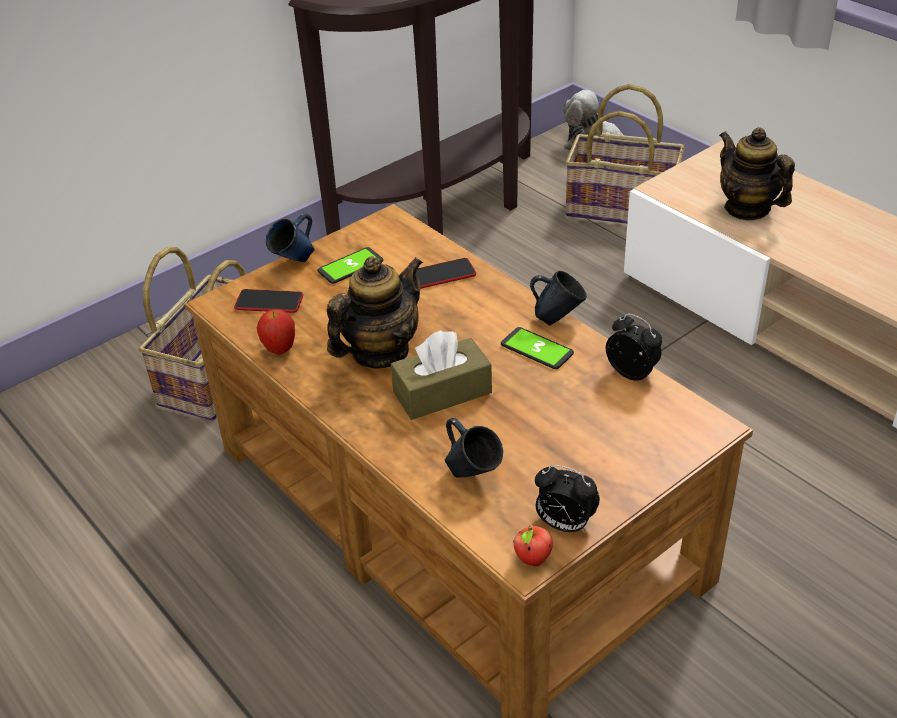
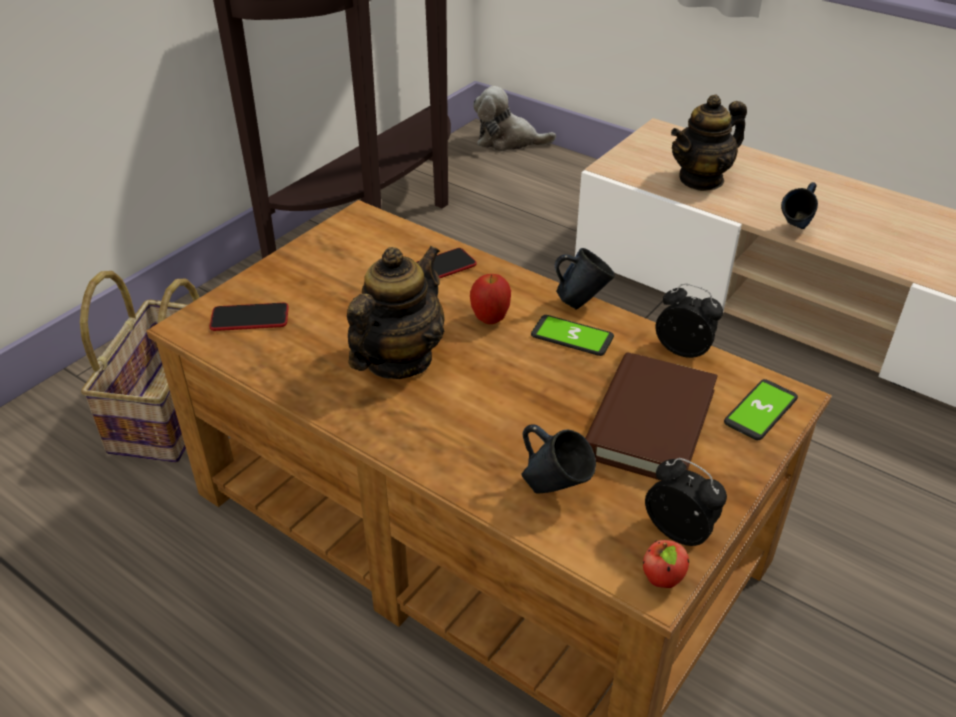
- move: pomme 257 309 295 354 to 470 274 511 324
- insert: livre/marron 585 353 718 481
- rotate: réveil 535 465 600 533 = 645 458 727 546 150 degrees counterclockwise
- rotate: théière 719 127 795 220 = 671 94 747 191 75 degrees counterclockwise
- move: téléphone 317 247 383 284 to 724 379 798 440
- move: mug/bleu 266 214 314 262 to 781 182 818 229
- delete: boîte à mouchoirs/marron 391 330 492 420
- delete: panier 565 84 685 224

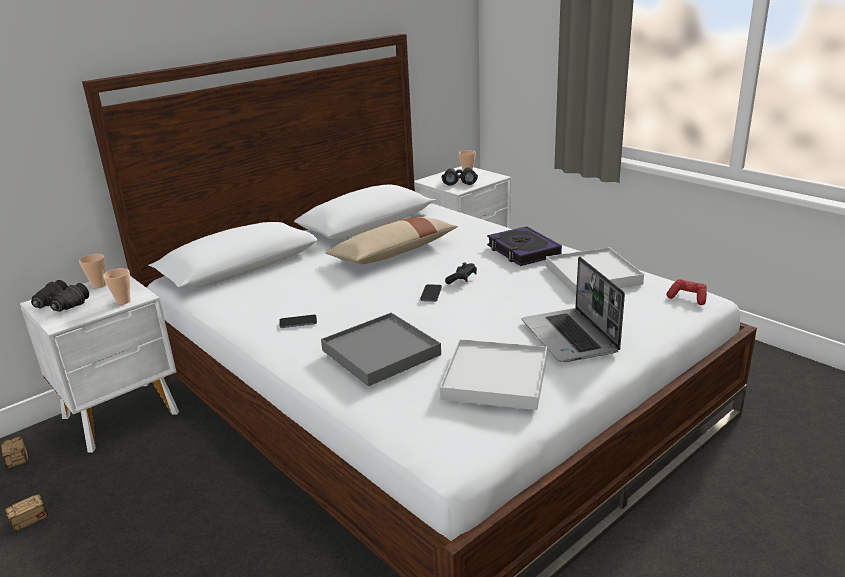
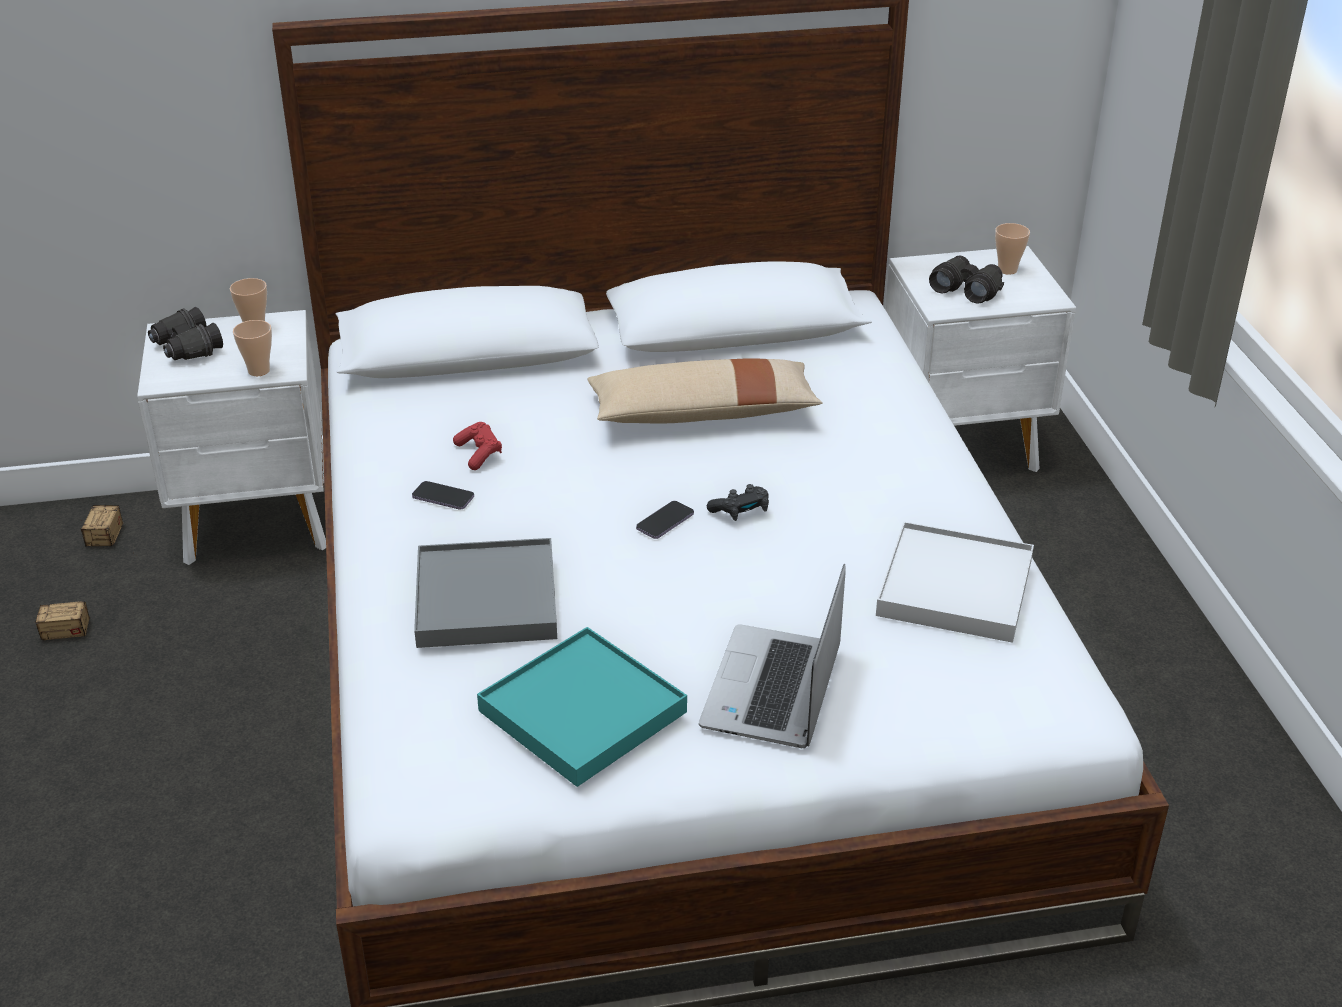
- move: manette/rouge 667 279 707 305 to 453 422 502 470
- recolor: plateau/blanc 440 339 547 410 to plateau/turquoise 477 627 687 787
- delete: livre 487 226 562 266

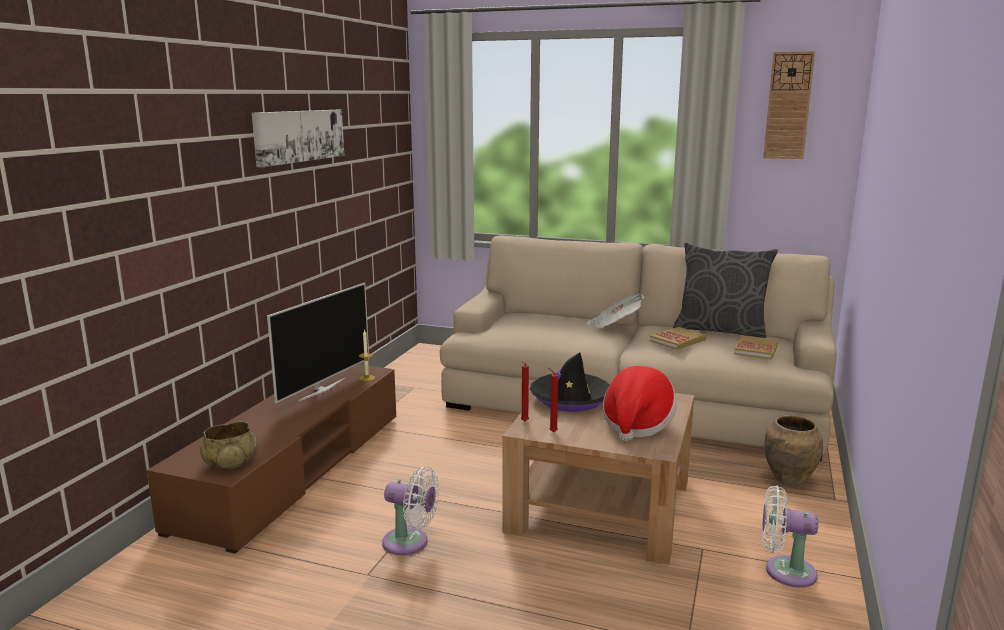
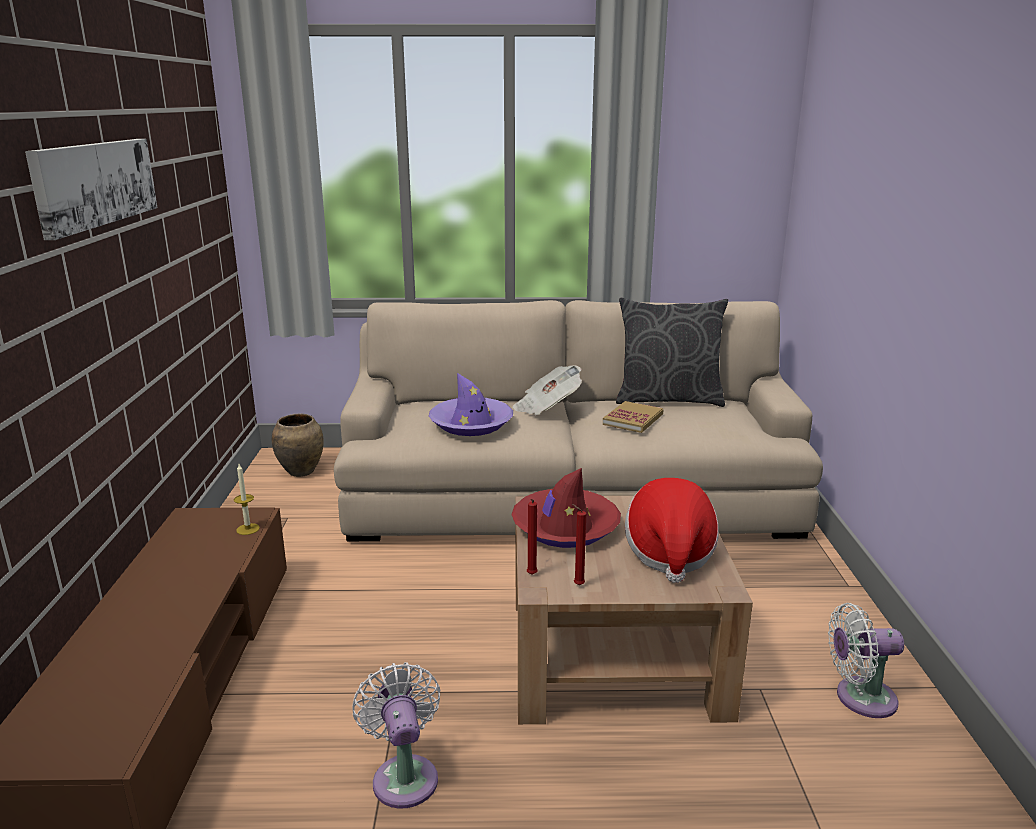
- move: vase/marron 764 415 823 486 to 272 414 324 477
- rotate: ventilateur/blanc 382 466 440 555 = 353 662 441 809 105 degrees counterclockwise
- insert: chapeau/violet 429 373 513 436
- recolor: chapeau/noir 530 353 610 412 to chapeau/rouge 511 468 621 548
- delete: bol/beige 200 422 258 469
- delete: téléviseur 267 283 369 403
- delete: livre 734 335 778 360
- delete: horloge murale 763 51 815 159

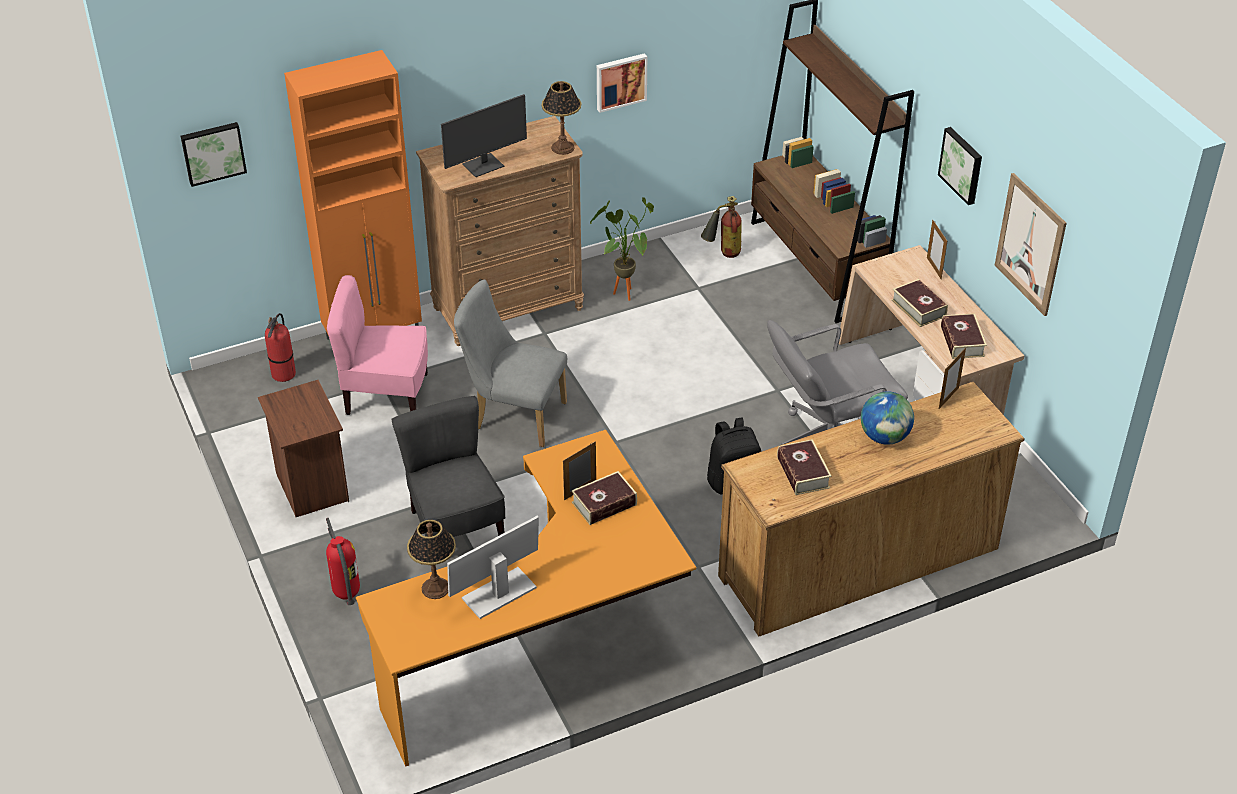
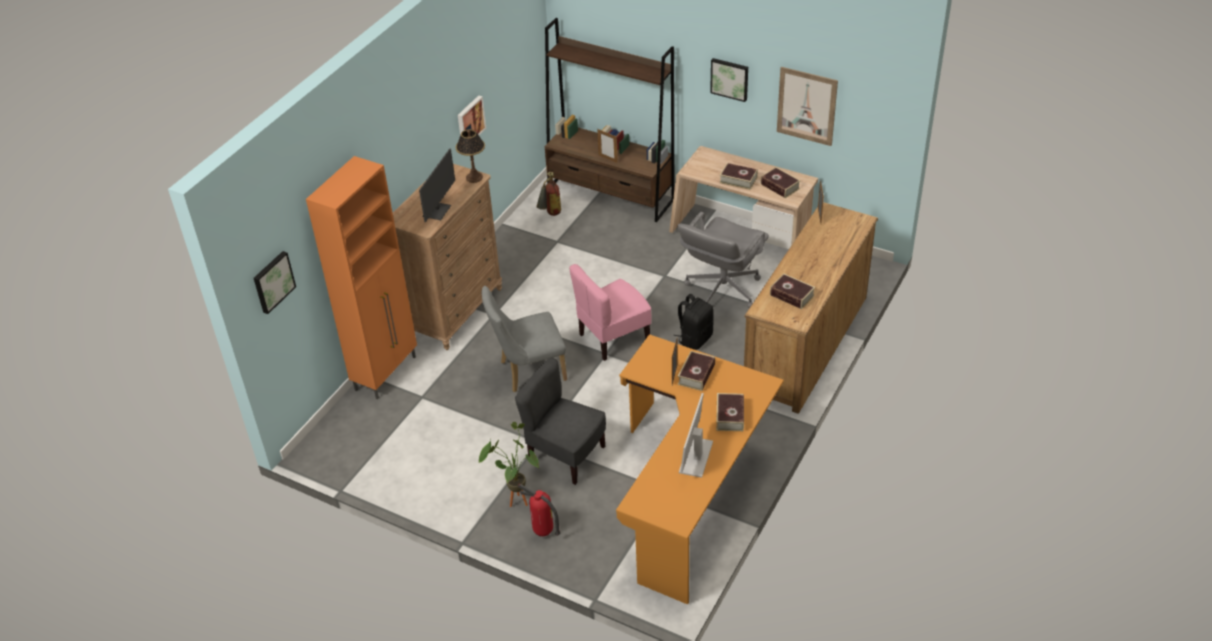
- move: plante en pot 590 197 654 301 to 479 422 539 507
- move: chaise/rose 327 275 428 415 to 569 264 652 361
- move: cadre photo 927 220 947 279 to 597 129 618 163
- insert: livre 716 393 744 431
- delete: table de chevet/marron 258 380 349 517
- delete: extincteur 265 313 296 382
- delete: lampe de table 407 520 456 599
- delete: globe 861 391 914 445

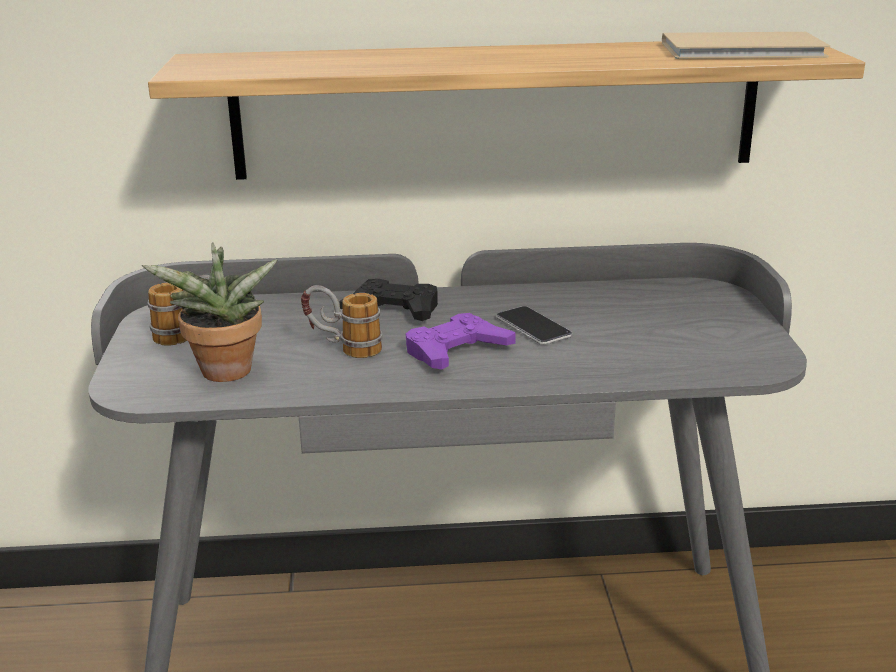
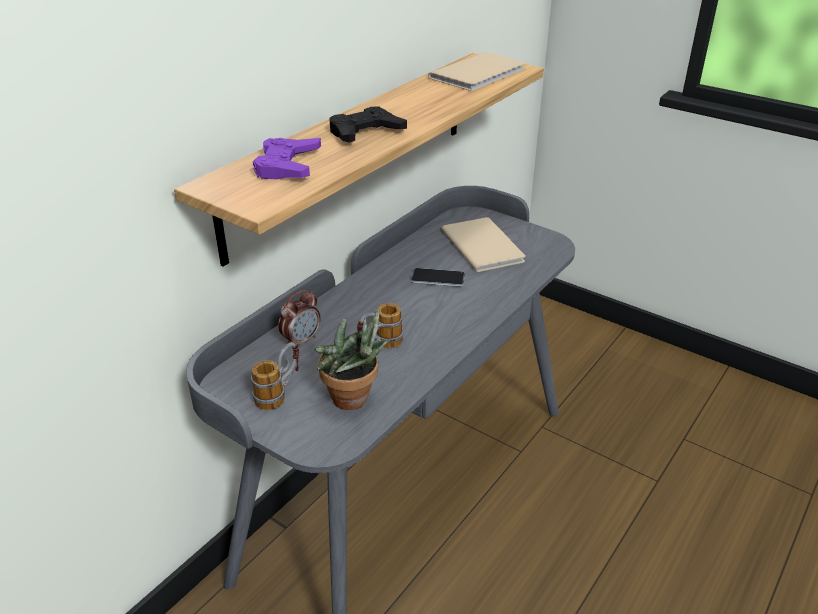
- move: manette/violet 406 313 516 369 to 253 138 321 179
- insert: réveil 278 290 321 344
- move: manette/noir 340 279 438 321 to 329 106 407 143
- insert: livre/beige 442 217 526 272

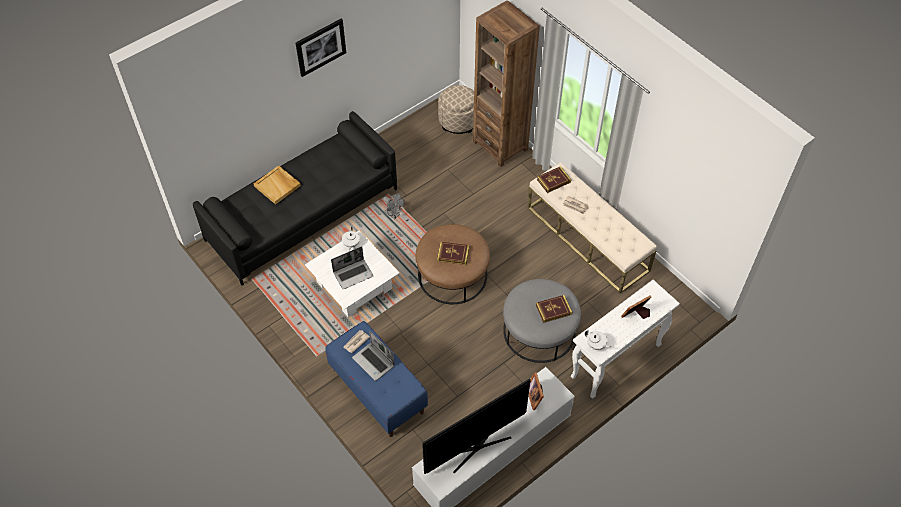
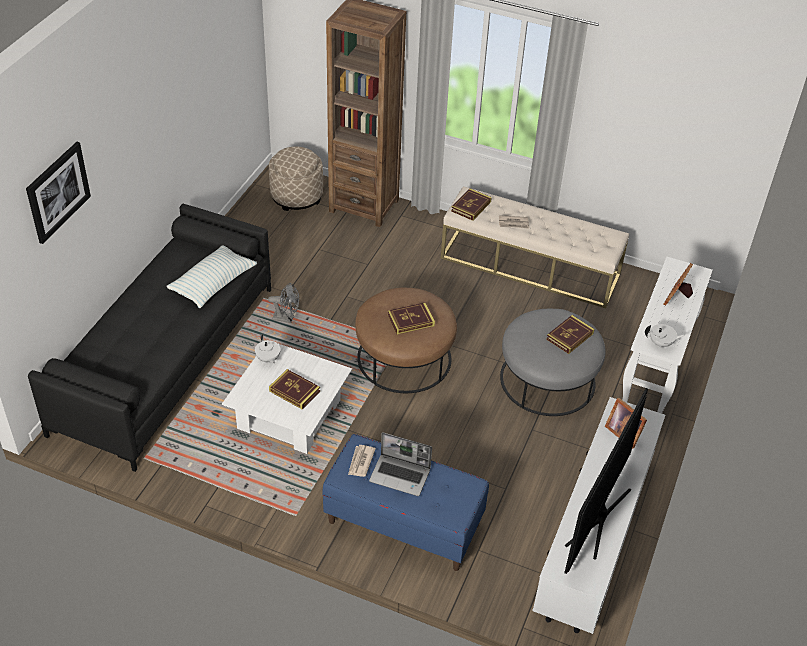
- move: tableau 296 19 346 77 to 26 142 91 244
- insert: coussin 166 246 257 308
- replace: ordinateur portable 331 246 373 289 to livre 269 369 320 410
- delete: plateau/beige 254 165 301 205

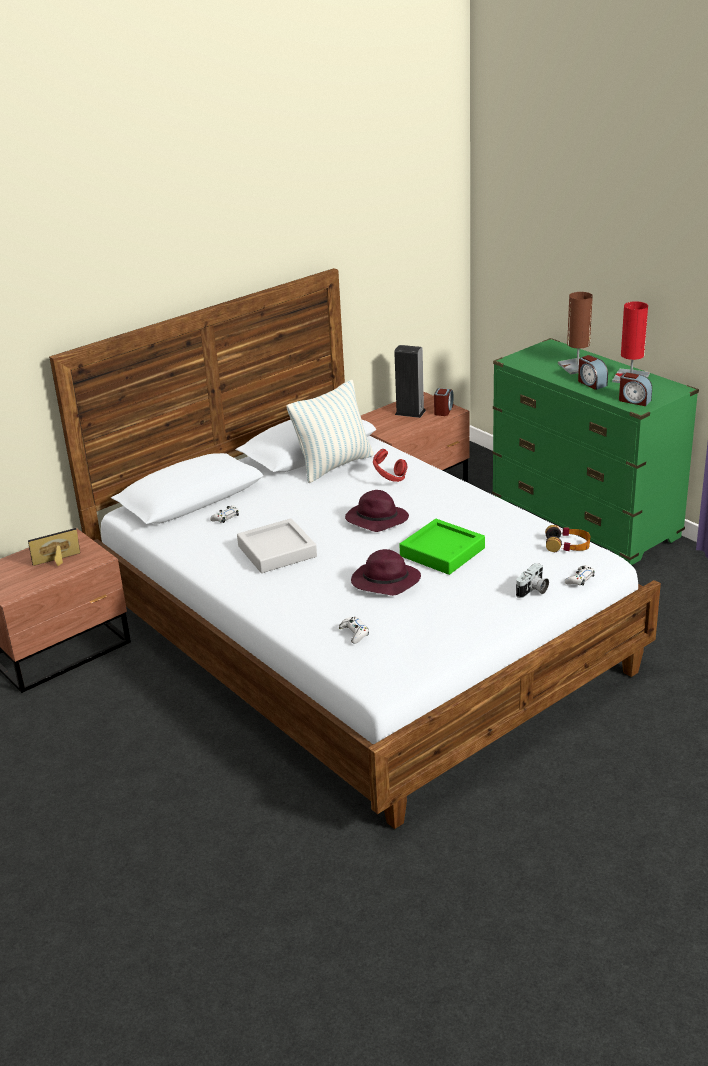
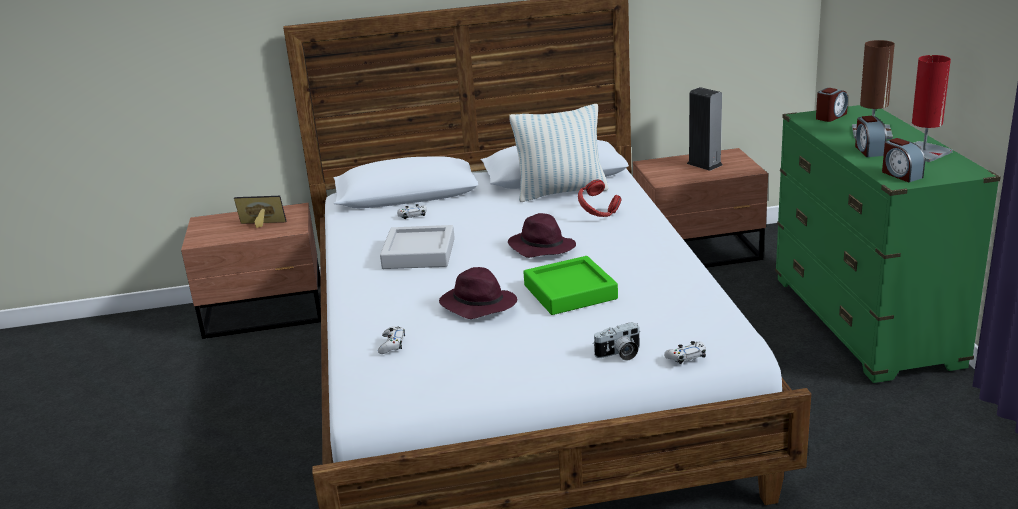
- move: réveil 434 388 454 416 to 816 88 848 122
- delete: casque audio 545 525 590 552

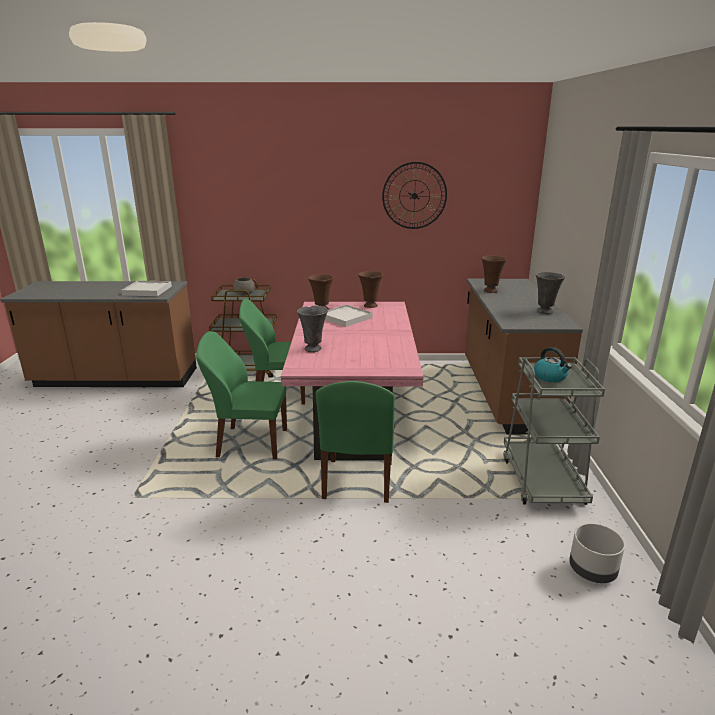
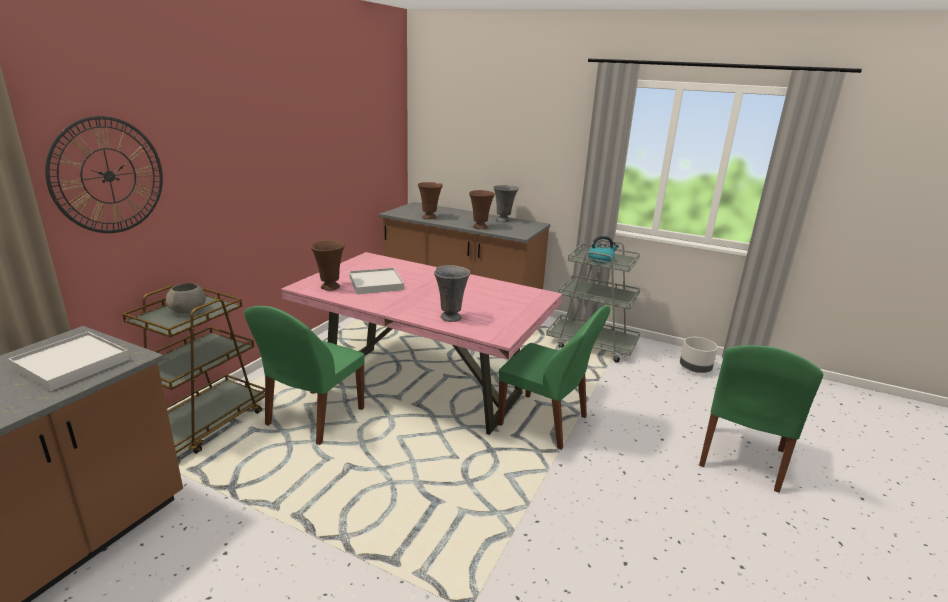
- move: horloge murale 382 162 447 229 to 45 116 163 233
- move: vase/marron 358 271 383 308 to 469 190 495 229
- move: chaise/vert 196 331 287 460 to 699 345 823 493

